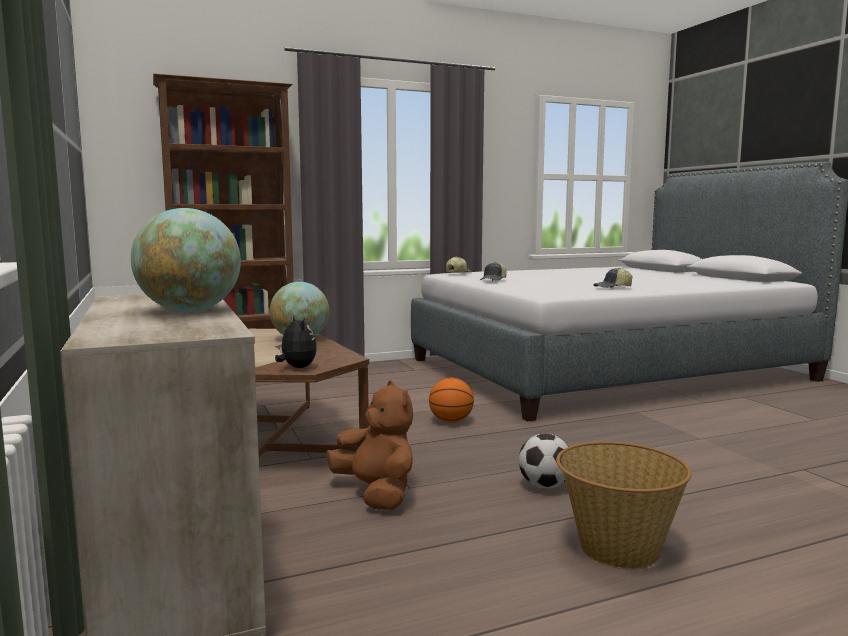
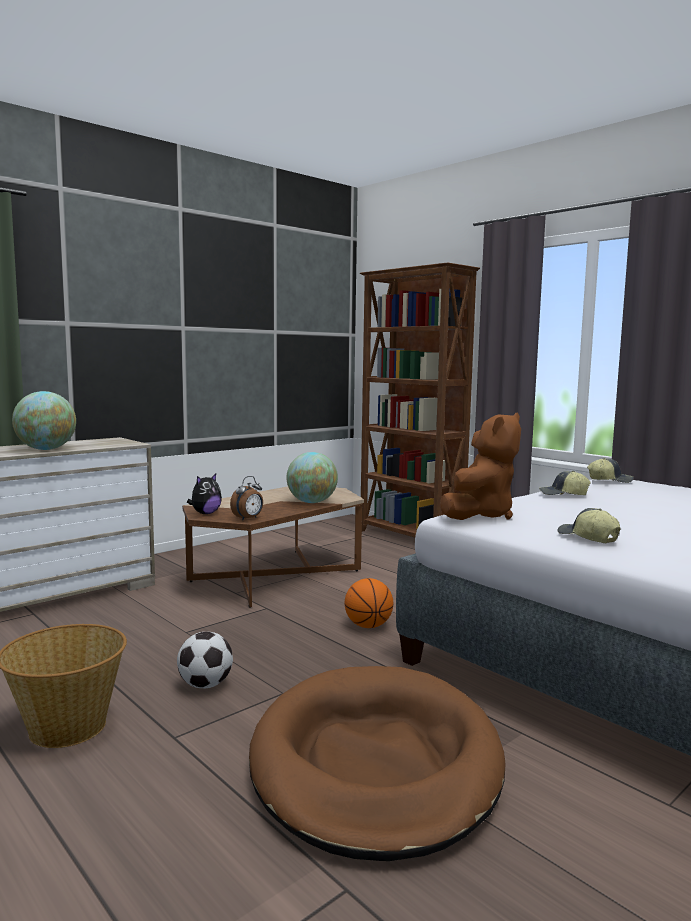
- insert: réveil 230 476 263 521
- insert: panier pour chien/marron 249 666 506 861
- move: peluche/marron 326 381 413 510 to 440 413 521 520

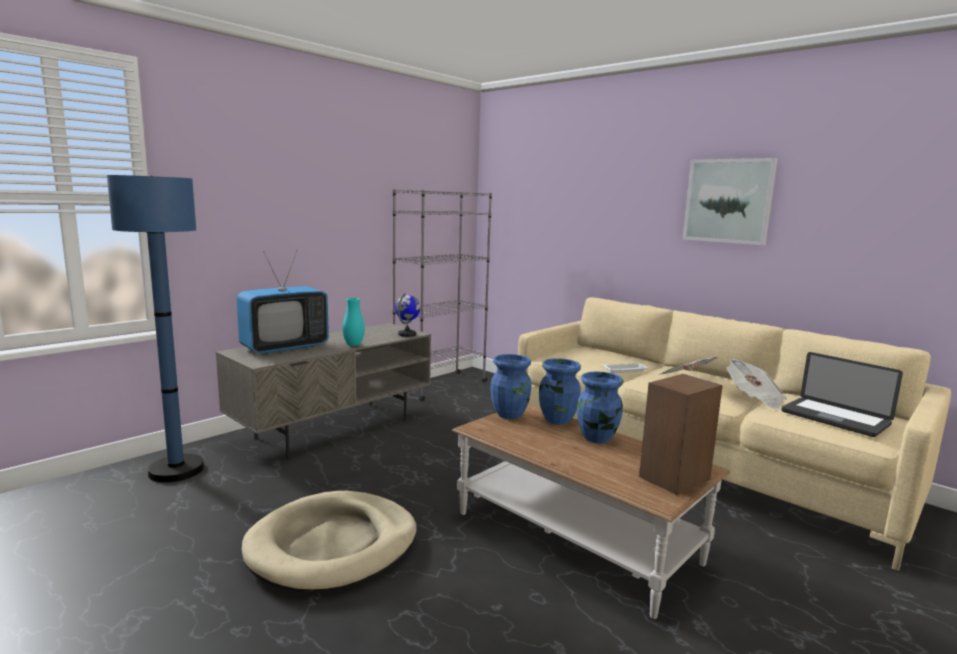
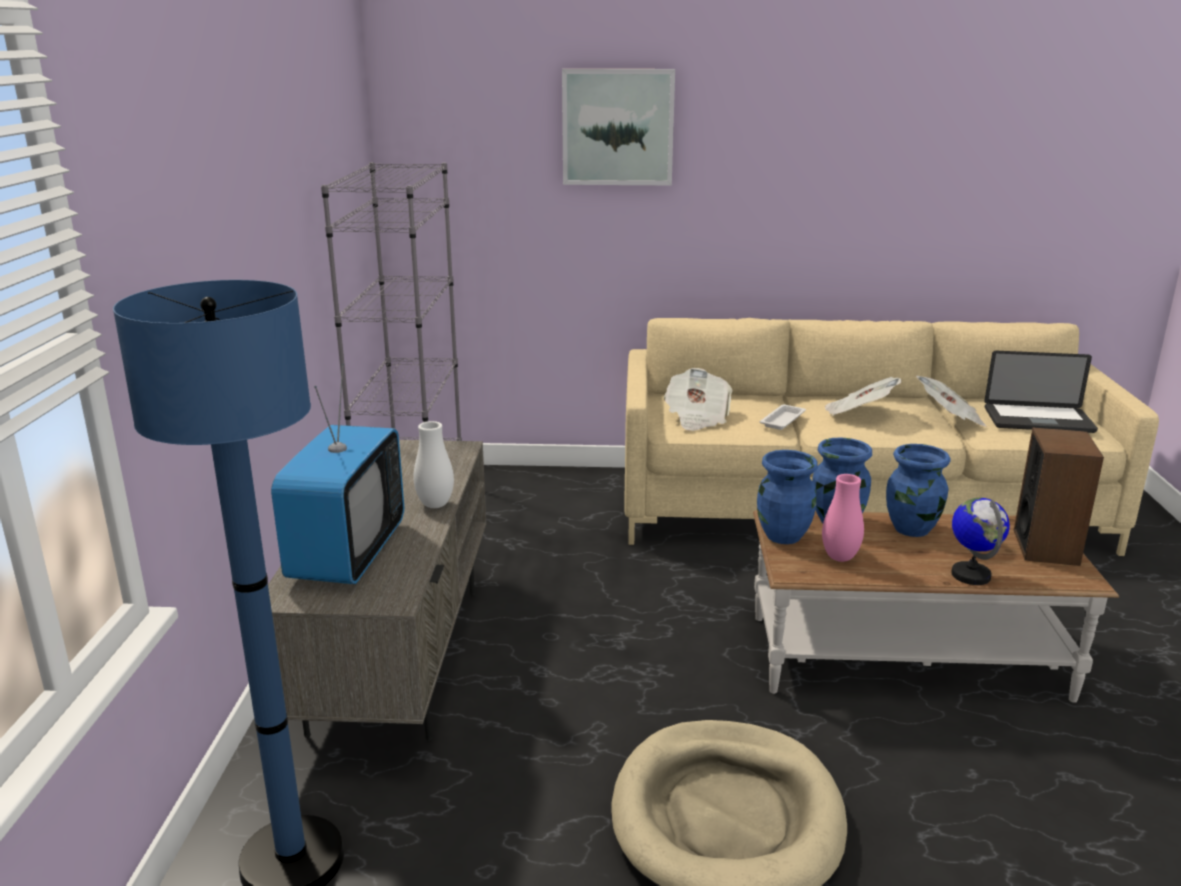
- recolor: vase/turquoise 342 298 365 346 to vase/blanc 413 421 454 508
- move: tableau 683 158 778 245 to 562 69 675 186
- insert: journal 664 368 732 431
- insert: vase/rose 822 474 864 562
- move: globe 395 293 421 337 to 951 498 1010 585

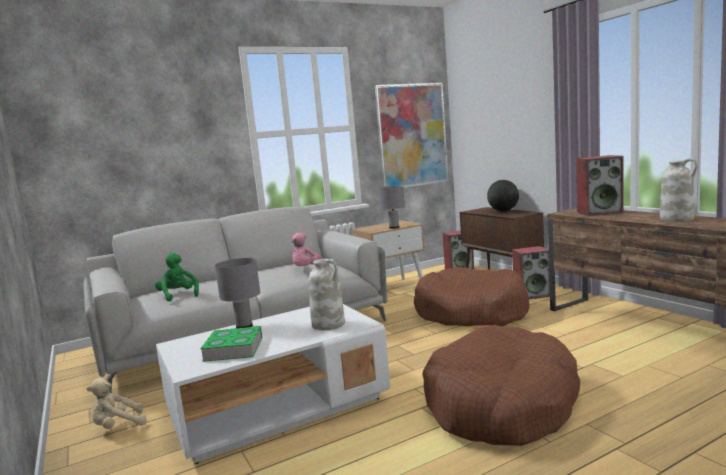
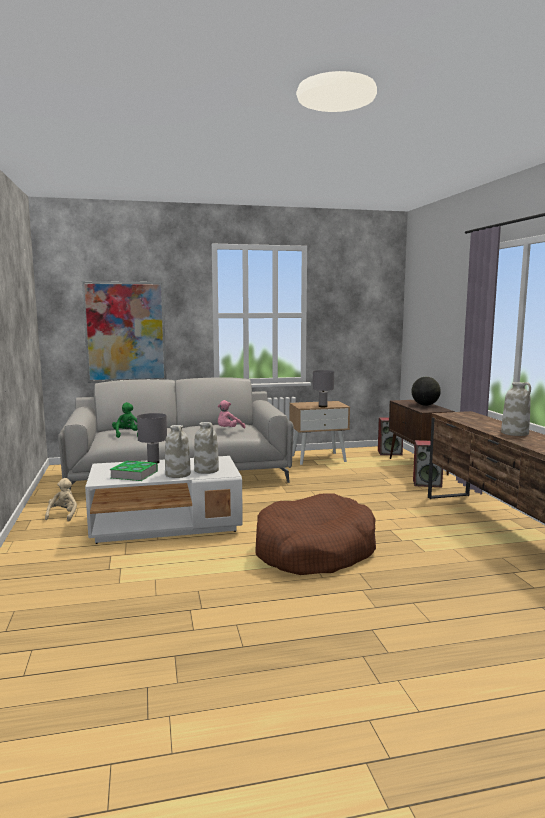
- rotate: peluche/beige 87 378 147 429 = 45 478 77 522 105 degrees clockwise
- move: tableau 375 83 448 188 to 82 281 167 383
- insert: vase/blanc 165 425 191 478
- delete: panier pour chien/marron 414 267 530 326
- delete: enceinte 576 155 624 216

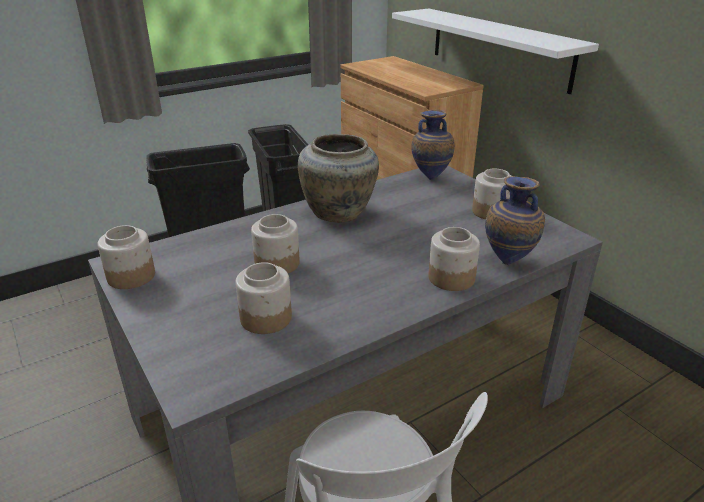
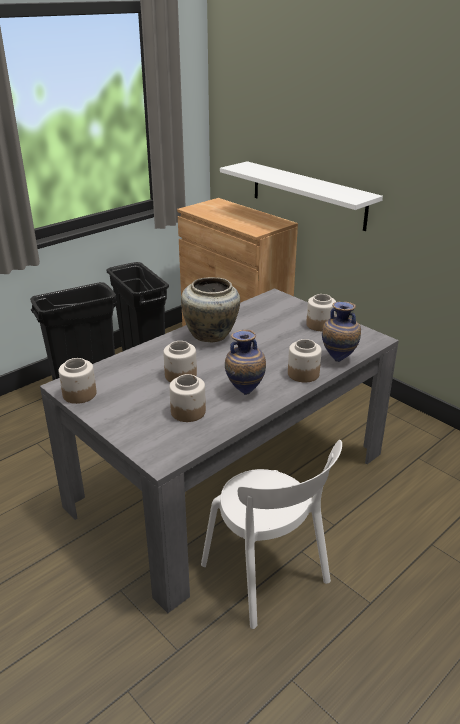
- move: vase 411 110 455 180 to 225 330 266 395

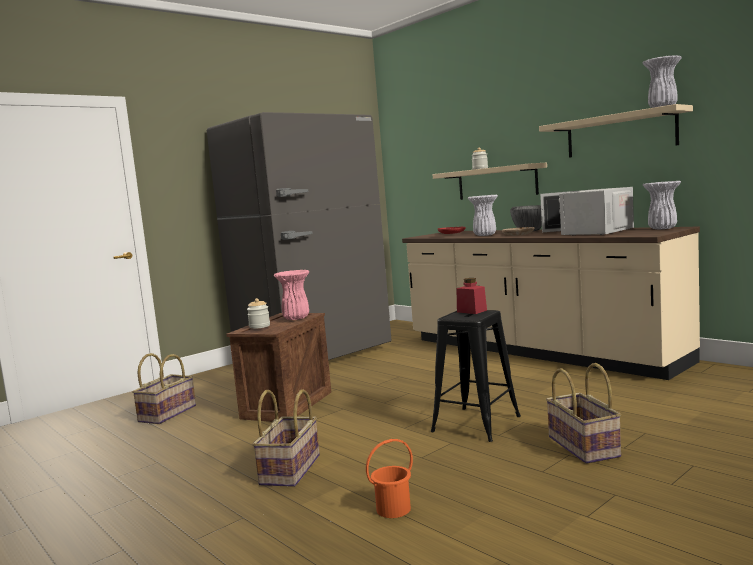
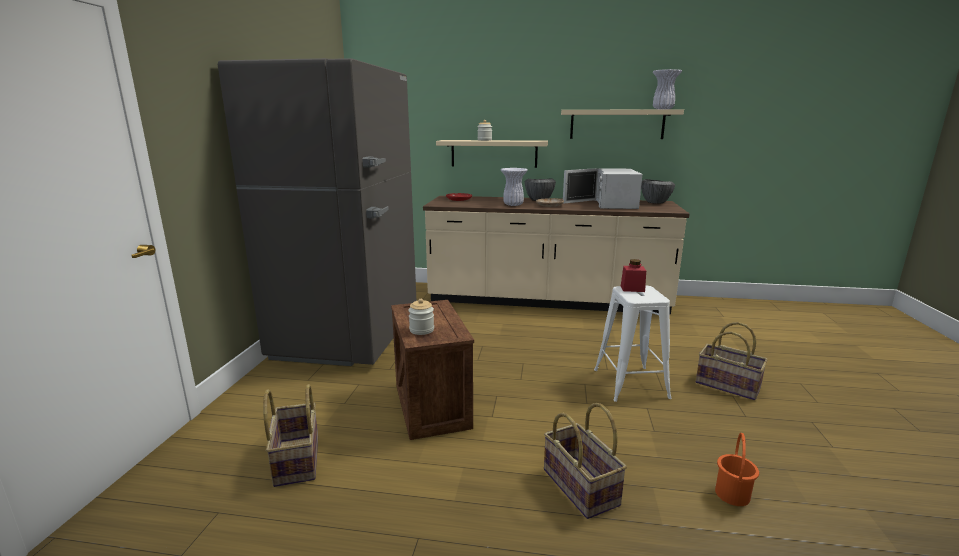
- recolor: tabouret/noir 431 310 521 442 to tabouret/blanc 594 286 672 402
- replace: vase/blanc 643 181 681 229 to bol 641 179 675 204
- delete: vase/rose 274 270 309 320

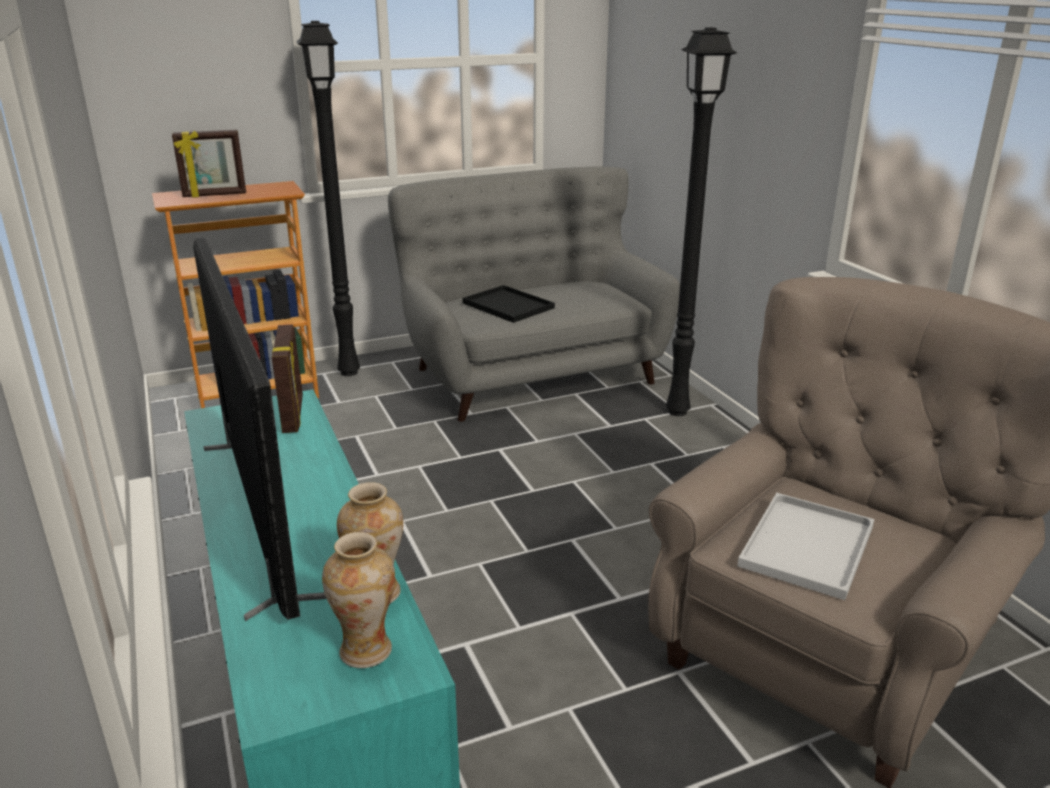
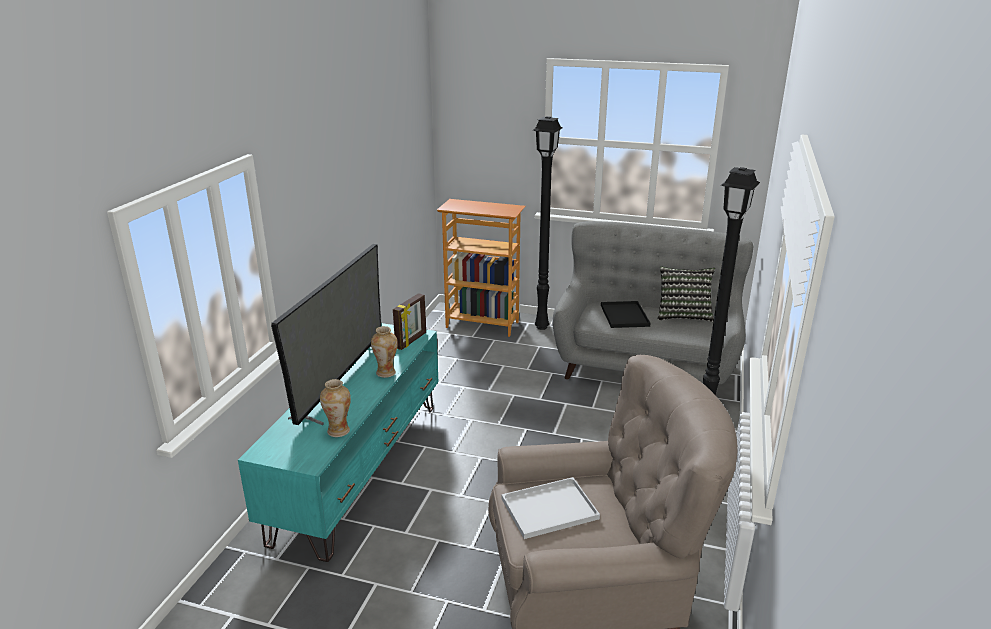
- move: vase 322 532 395 668 to 371 326 398 378
- insert: coussin 658 267 715 322
- delete: cadre photo 172 130 246 198

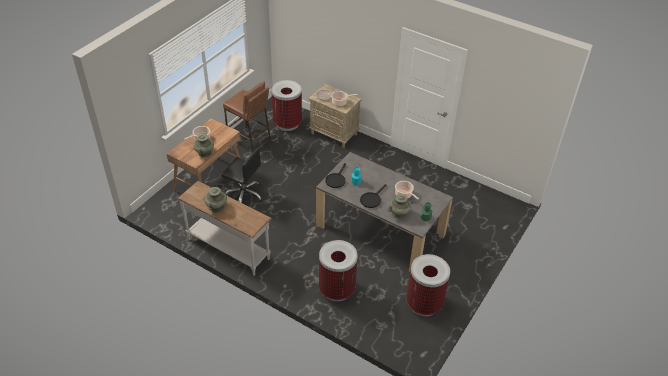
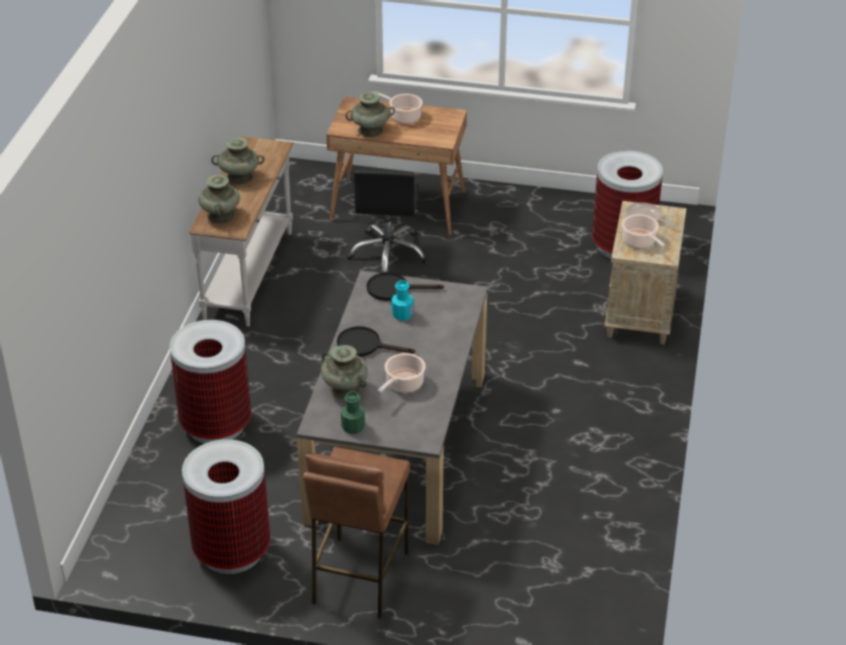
- insert: vase/turquoise 198 175 240 224
- move: tabouret/marron 223 82 271 153 to 303 447 410 619

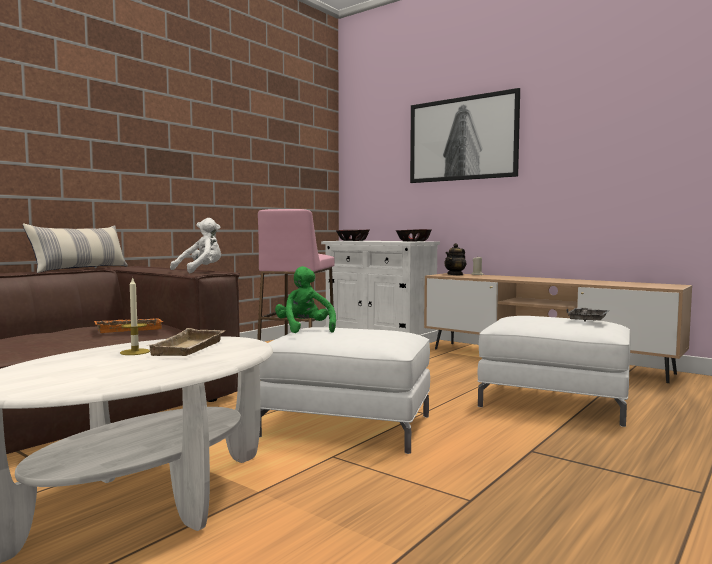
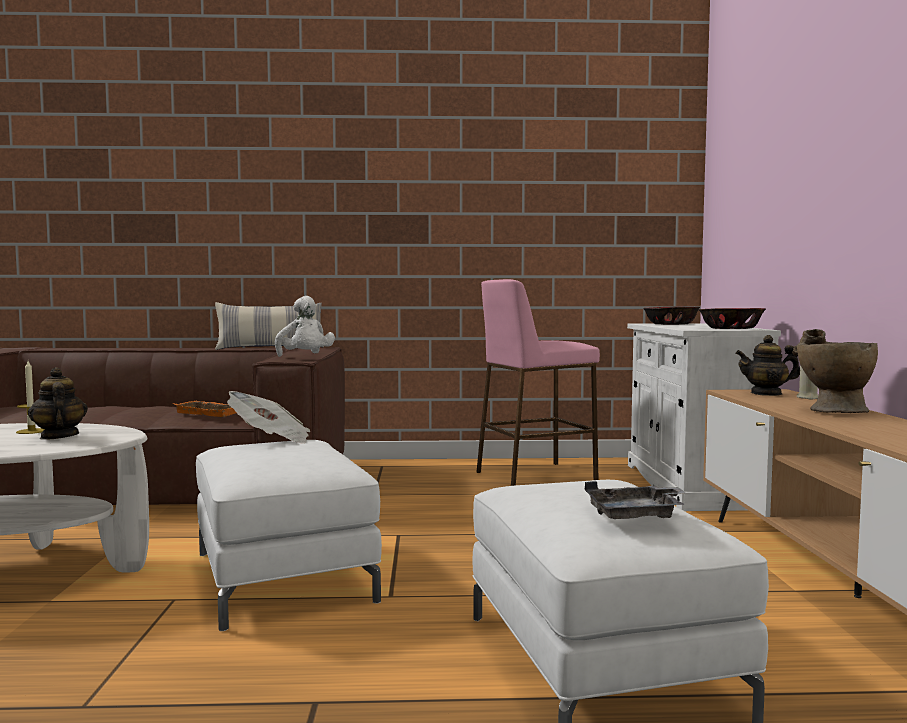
- replace: plateau/beige 149 328 226 356 to théière 28 367 88 440
- replace: peluche/vert 275 266 336 333 to journal 227 391 310 444
- rotate: peluche/blanc 170 218 221 273 = 275 296 335 357 60 degrees clockwise
- insert: vase/beige 792 329 878 413
- delete: tableau 410 88 520 183

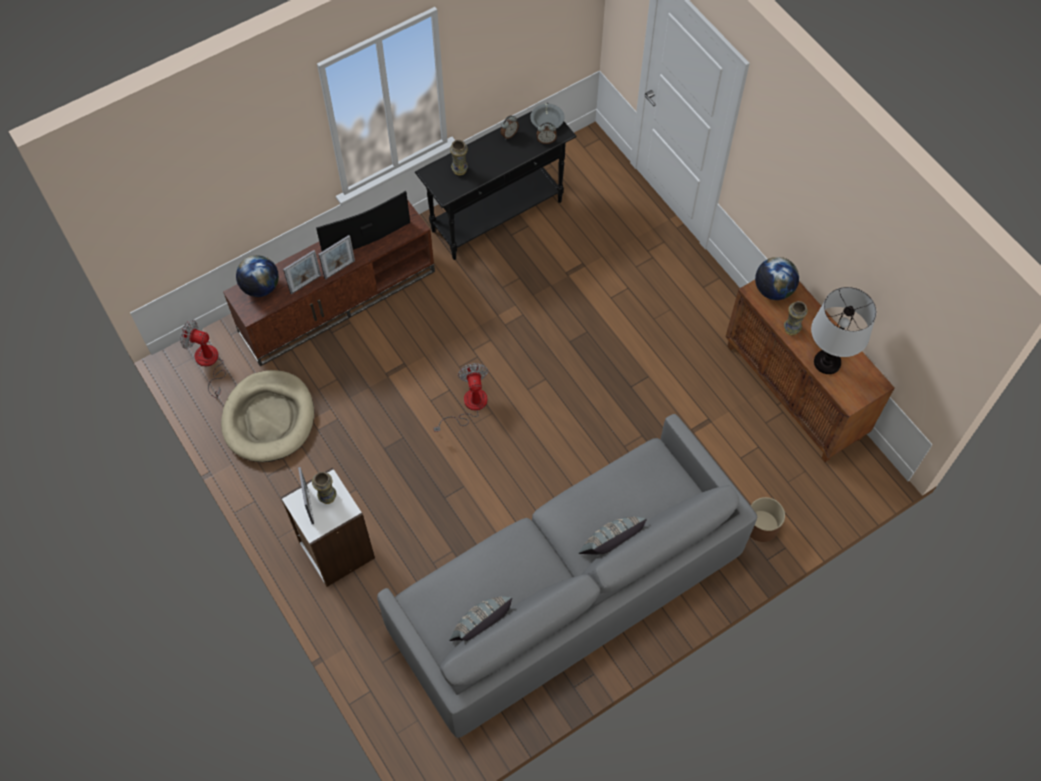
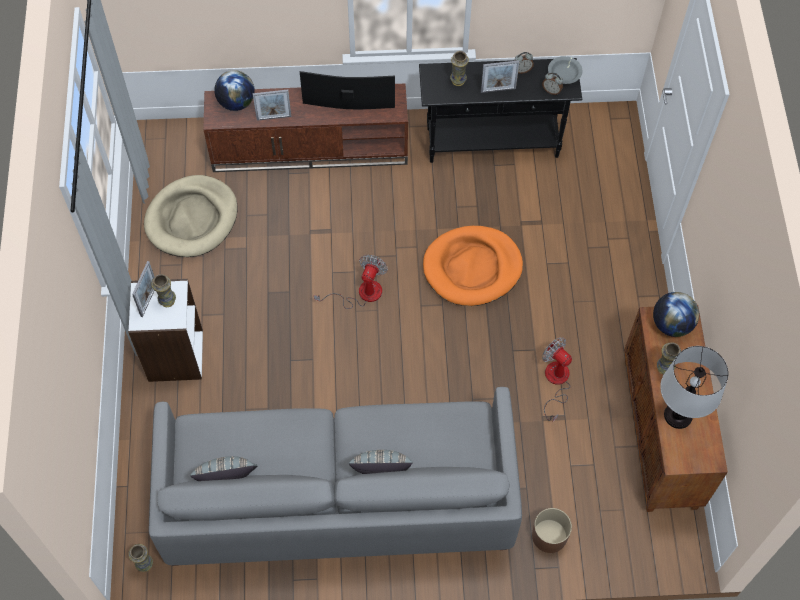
- insert: vase 128 544 153 572
- insert: panier pour chien/orange 423 226 523 306
- move: cadre photo 319 235 355 280 to 481 60 519 93
- move: ventilateur 180 320 226 398 to 542 337 572 421

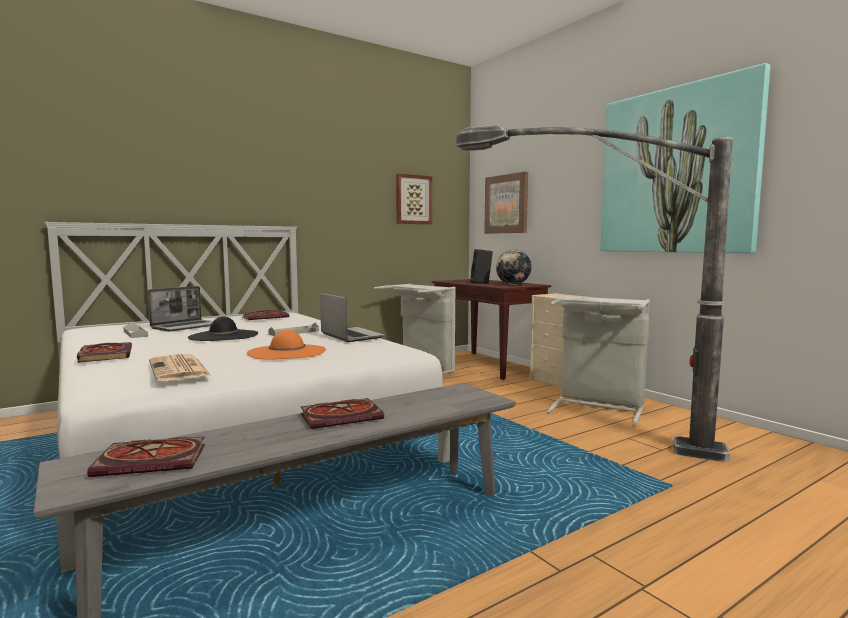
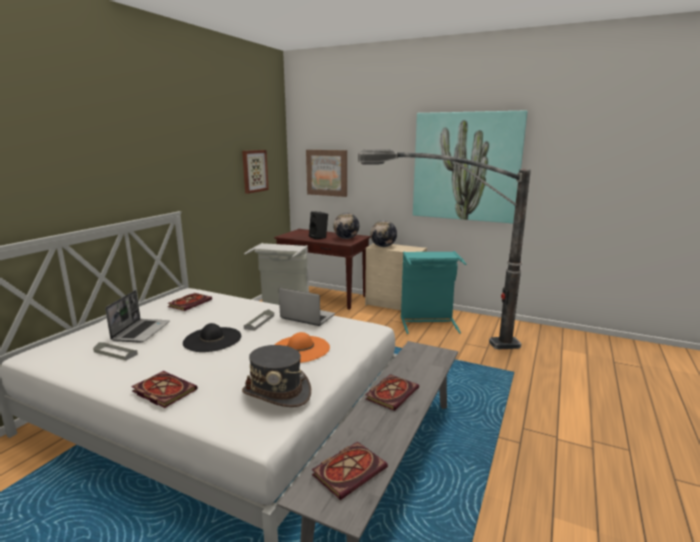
- replace: journal 149 354 211 381 to chapeau/gris 242 345 311 407
- insert: globe 370 220 397 247
- recolor: panier à linge/gris 547 296 650 426 to panier à linge/turquoise 401 251 466 334

